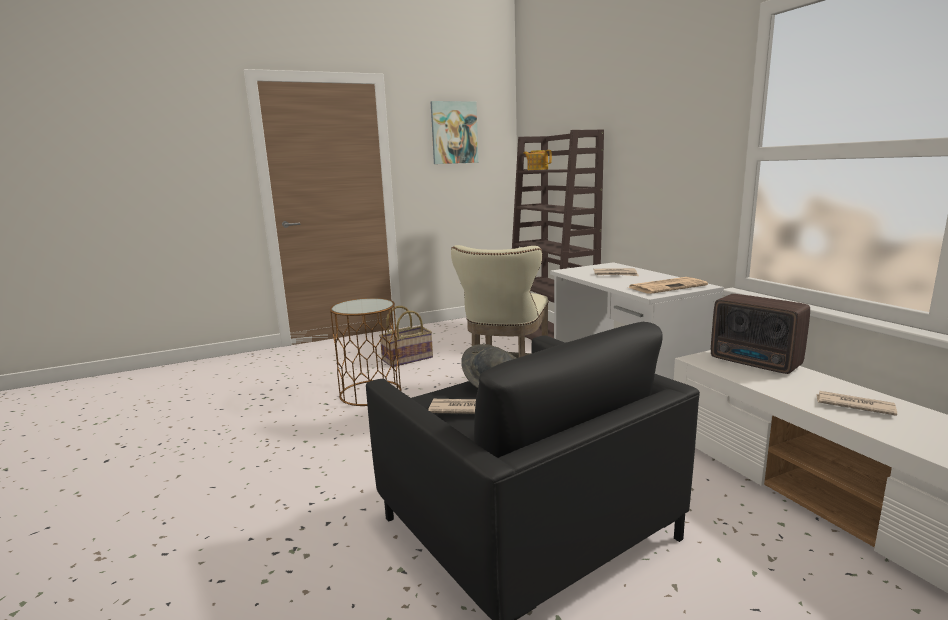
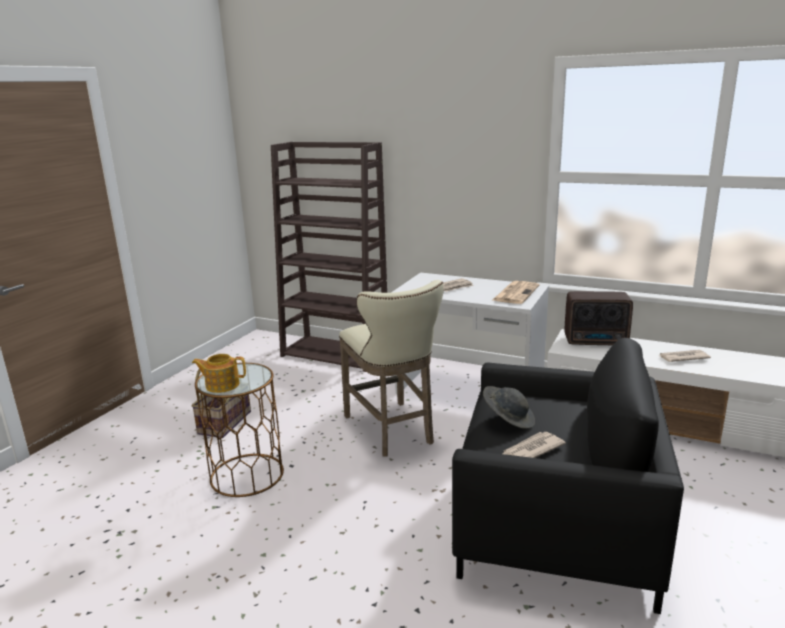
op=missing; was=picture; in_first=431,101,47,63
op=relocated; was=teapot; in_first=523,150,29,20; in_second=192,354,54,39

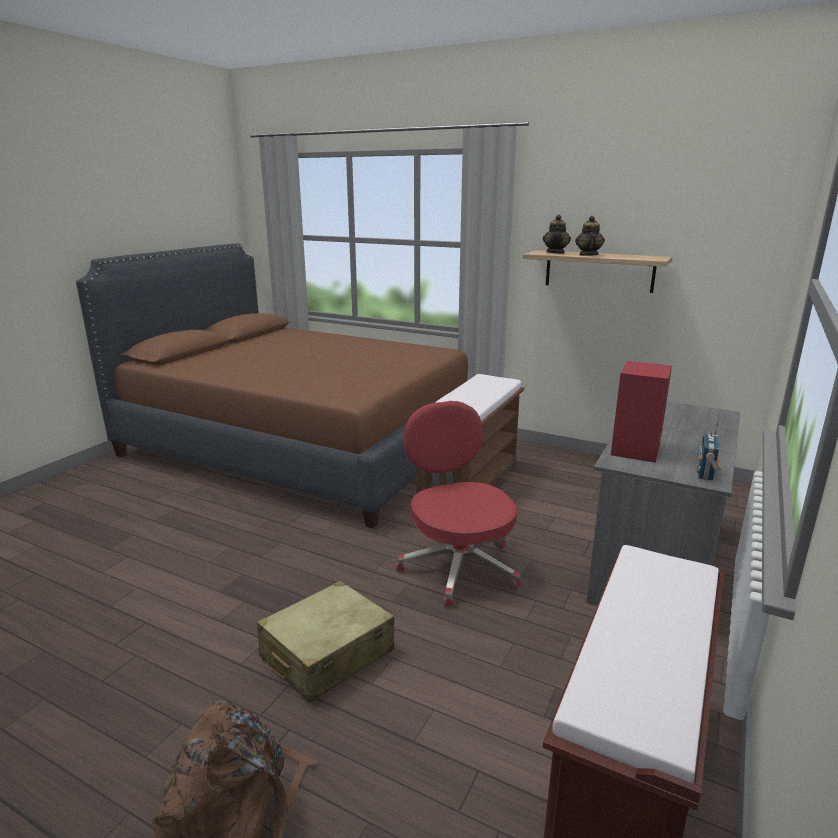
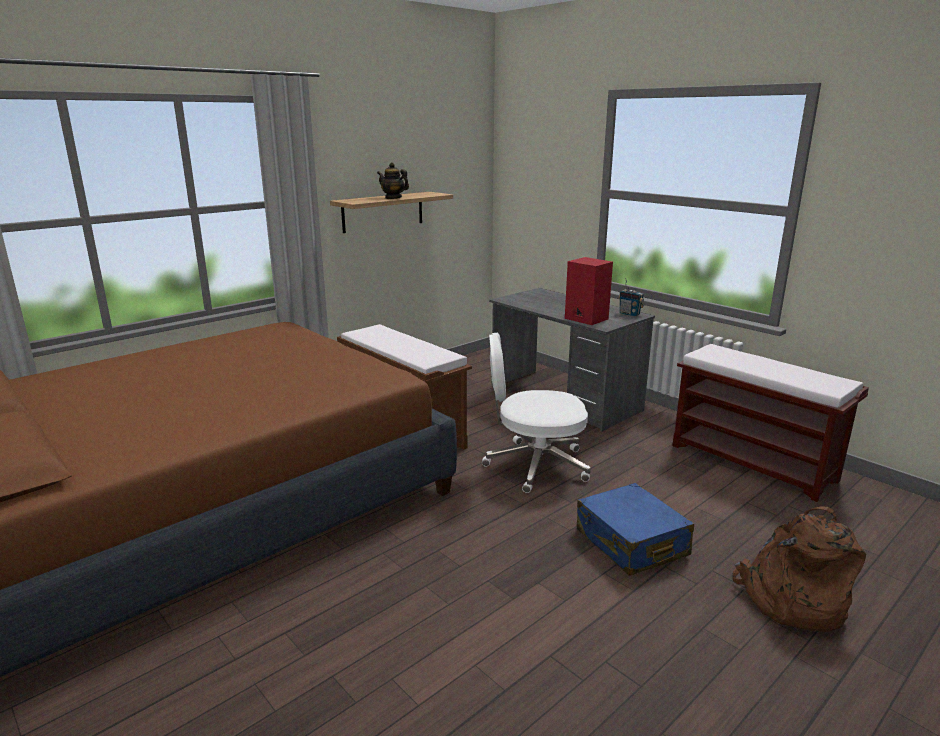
op=missing; was=teapot; in_first=543,215,28,39
op=colour; was=office chair (red); now=office chair (white); in_first=396,401,125,206; in_second=482,333,109,160
op=colour; was=suitcase (beige); now=suitcase (blue); in_first=257,581,138,122; in_second=577,483,117,93

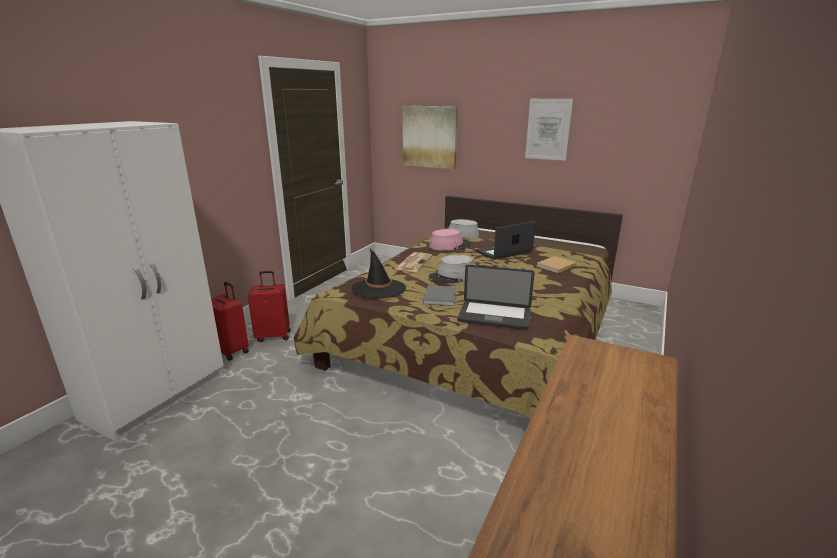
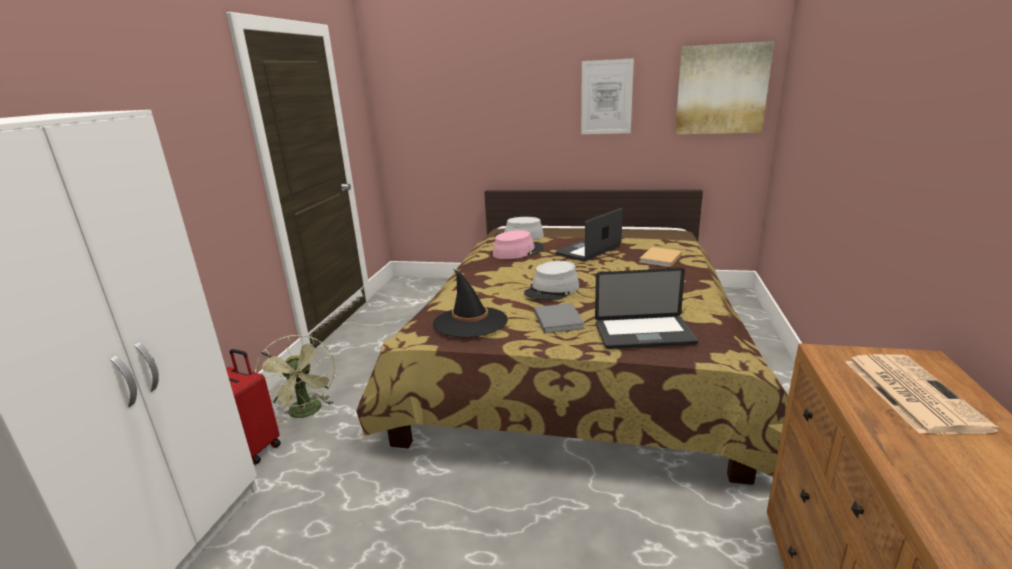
op=relocated; was=picture; in_first=402,106,56,63; in_second=675,41,99,94
op=relocated; was=newspaper; in_first=395,252,38,20; in_second=846,354,153,80
op=exchanged; was=suitcase (red); now=fan (green); in_first=248,271,43,71; in_second=255,335,80,89

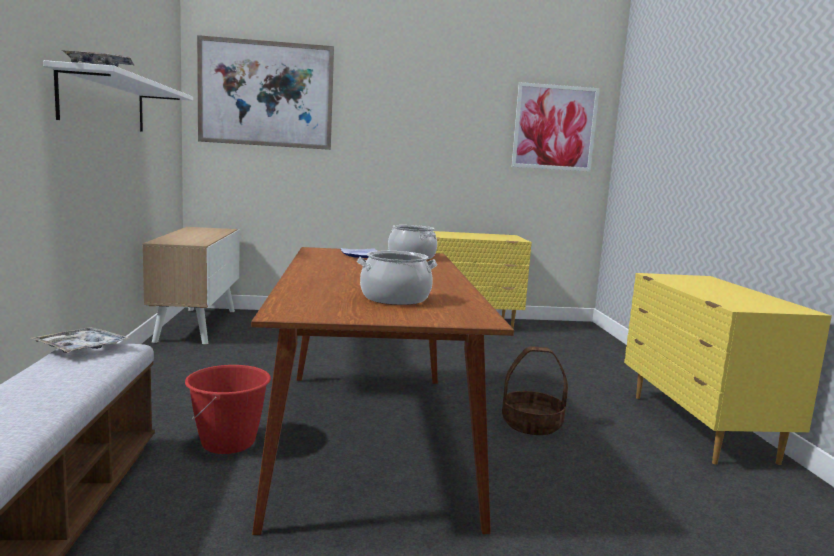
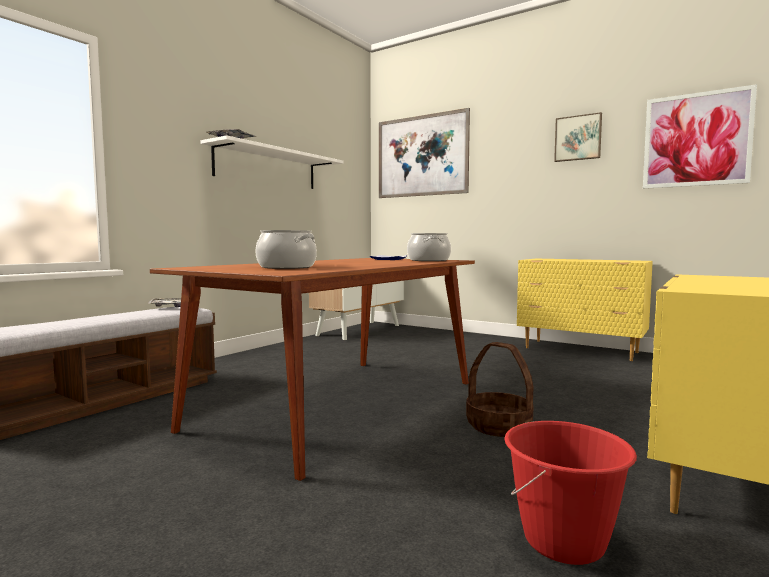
op=relocated; was=bucket (red); in_first=185,365,86,89; in_second=504,421,133,144
op=appeared; now=picture; in_second=554,112,48,50

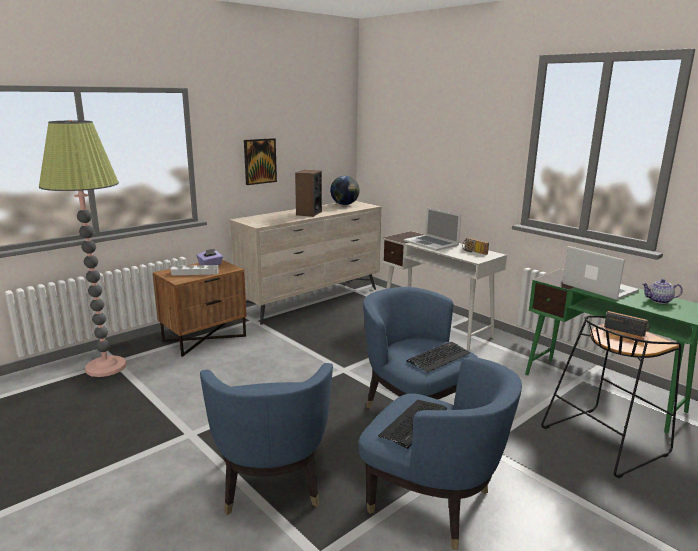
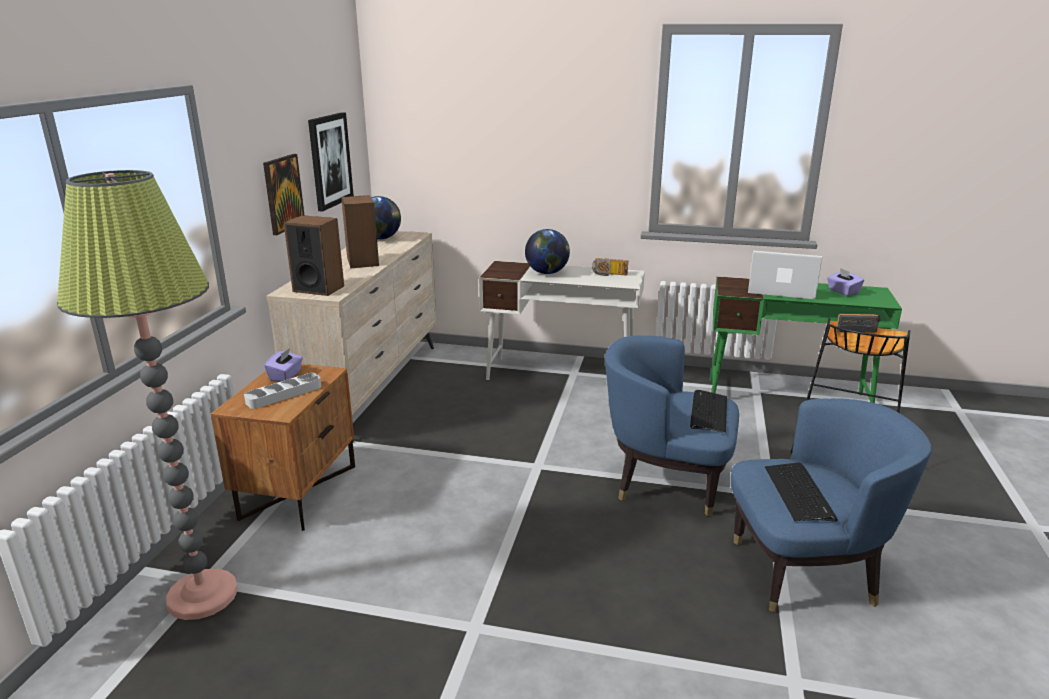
op=exchanged; was=laptop; now=globe; in_first=404,207,57,44; in_second=525,229,45,45
op=exchanged; was=teapot; now=tissue box (purple); in_first=642,279,41,25; in_second=827,268,37,28
op=missing; was=armchair (blue); in_first=200,363,133,152
op=appeared; now=picture; in_second=308,112,46,100
op=appeared; now=speaker; in_second=283,215,61,81

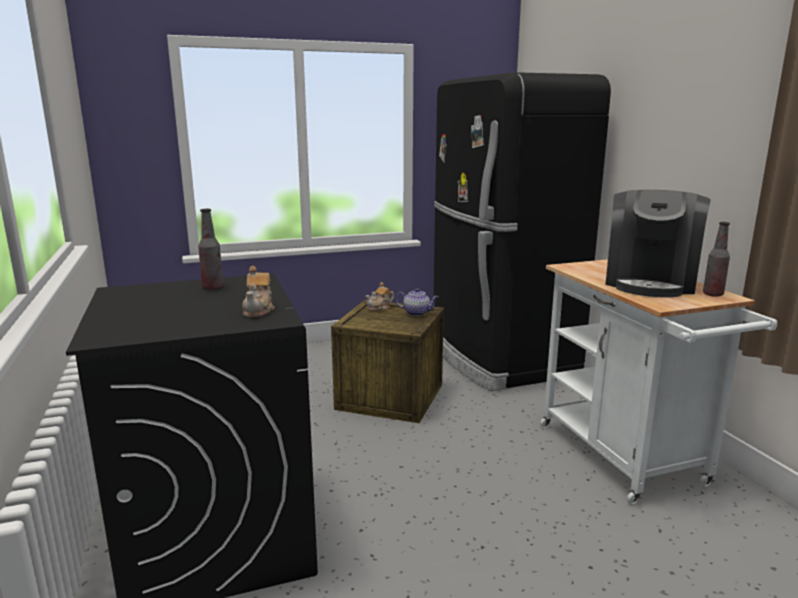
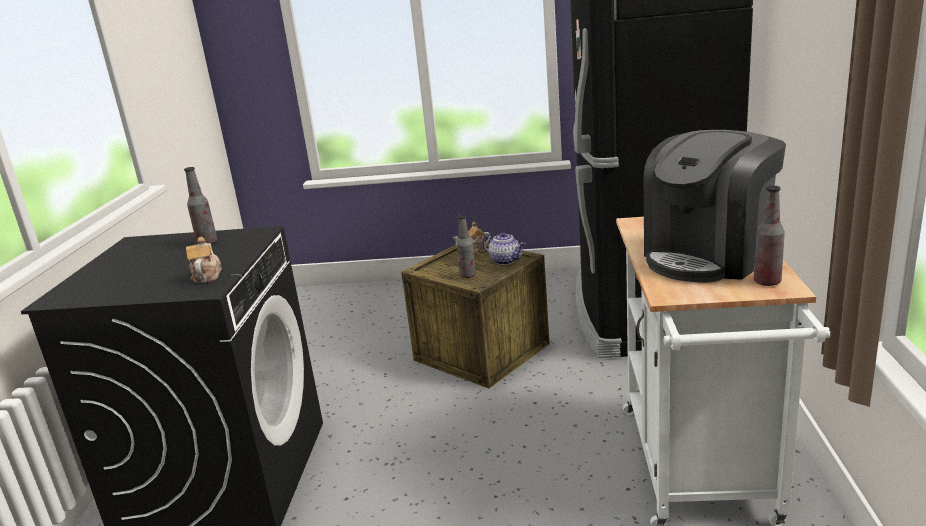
op=spun; was=teapot; in_first=242,266,33,51; in_second=186,237,36,46; clockwise=150
op=appeared; now=bottle; in_second=456,215,20,63

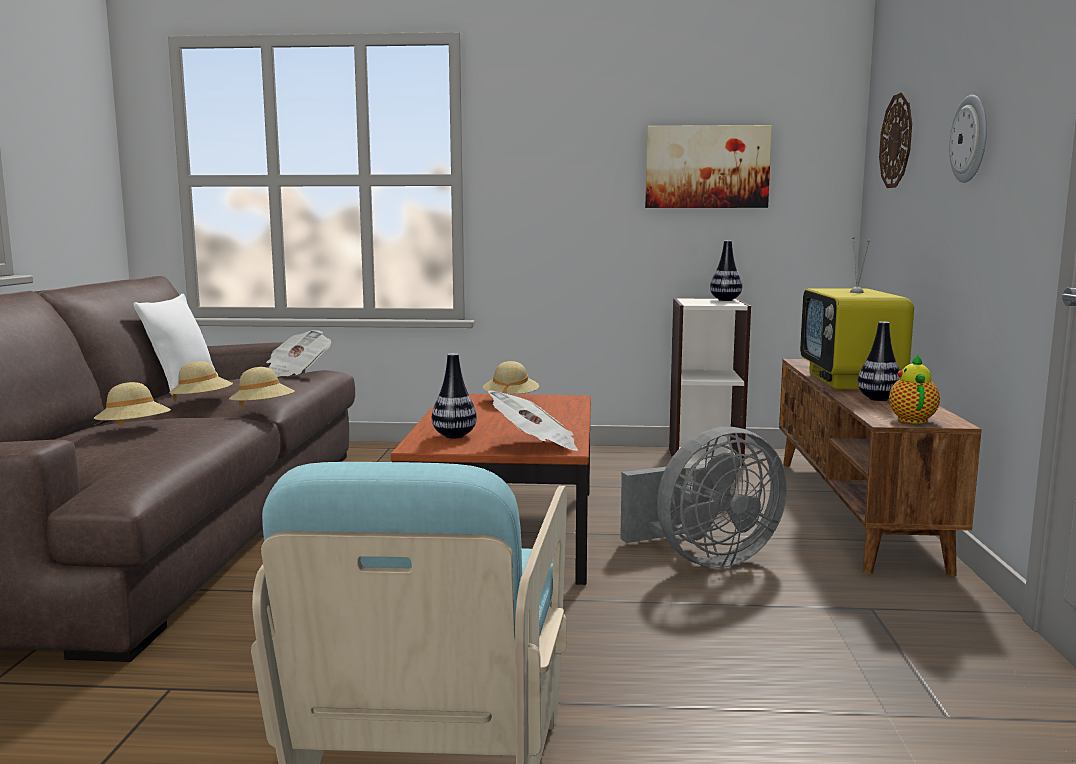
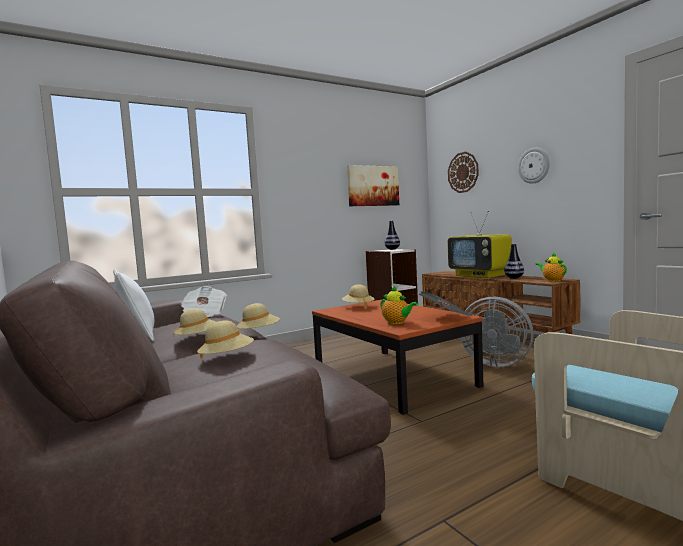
op=exchanged; was=vase; now=teapot; in_first=432,353,45,86; in_second=380,285,39,39
op=spun; was=fan (grey); in_first=620,427,167,141; in_second=460,297,74,70; clockwise=90

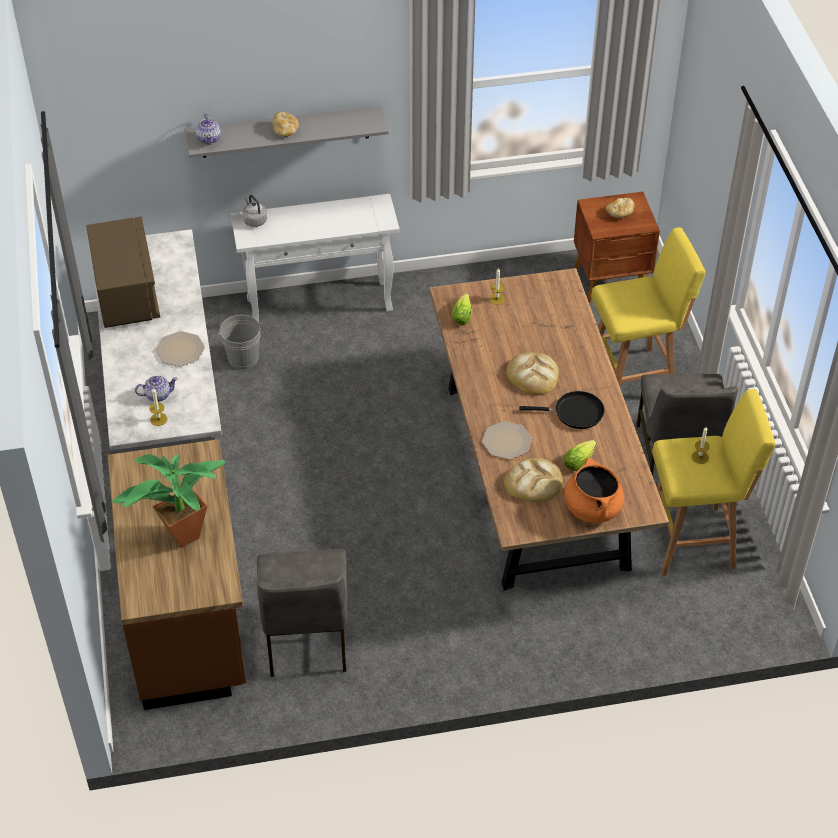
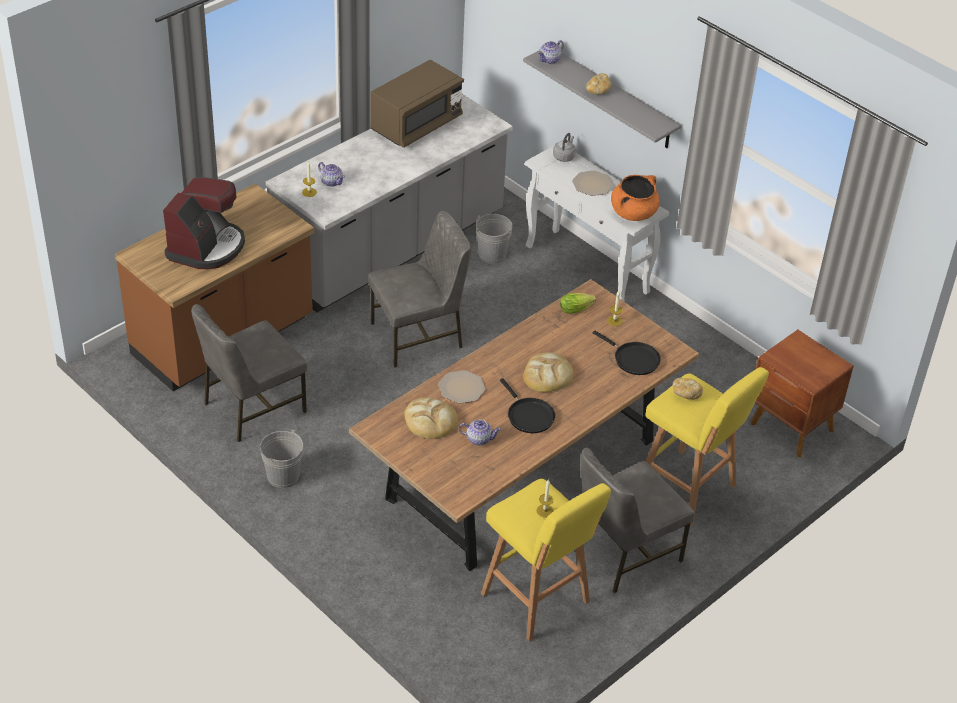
op=relocated; was=bread; in_first=606,198,28,20; in_second=673,378,30,22
op=relocated; was=plate; in_first=155,331,50,36; in_second=572,170,42,26
op=exchanged; was=lettuce; now=teapot; in_first=564,440,32,31; in_second=458,420,43,25
op=exchanged; was=potted plant; now=coffee machine; in_first=112,454,113,94; in_second=163,177,82,92
op=relocated; was=cooking pot (orange); in_first=564,458,60,65; in_second=611,175,49,46
op=appeared; now=chair (grey); in_second=368,211,103,156
op=appeared; now=frying pan (black); in_second=592,331,69,44
op=appeared; now=bucket (grey); in_second=260,430,43,58

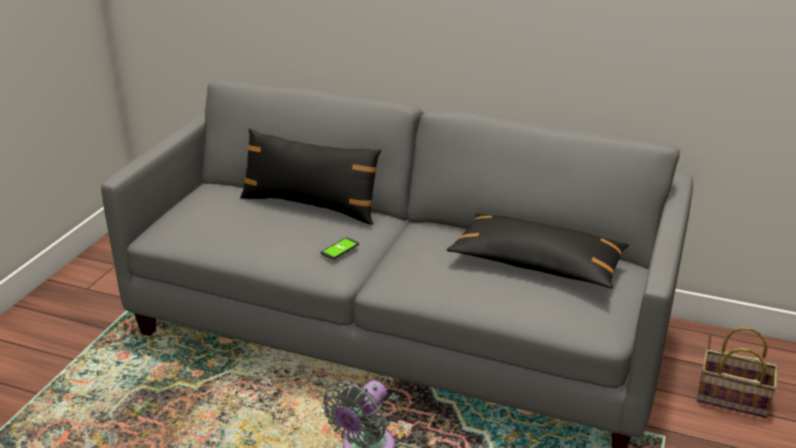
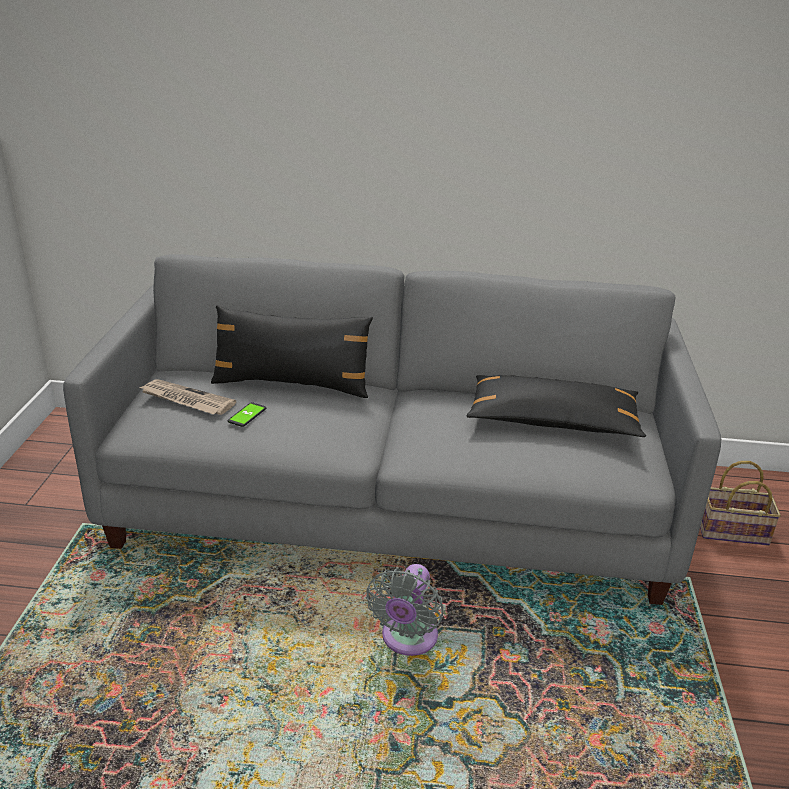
op=relocated; was=phone; in_first=320,237,39,23; in_second=227,402,39,25
op=appeared; now=newspaper; in_second=139,379,97,36

